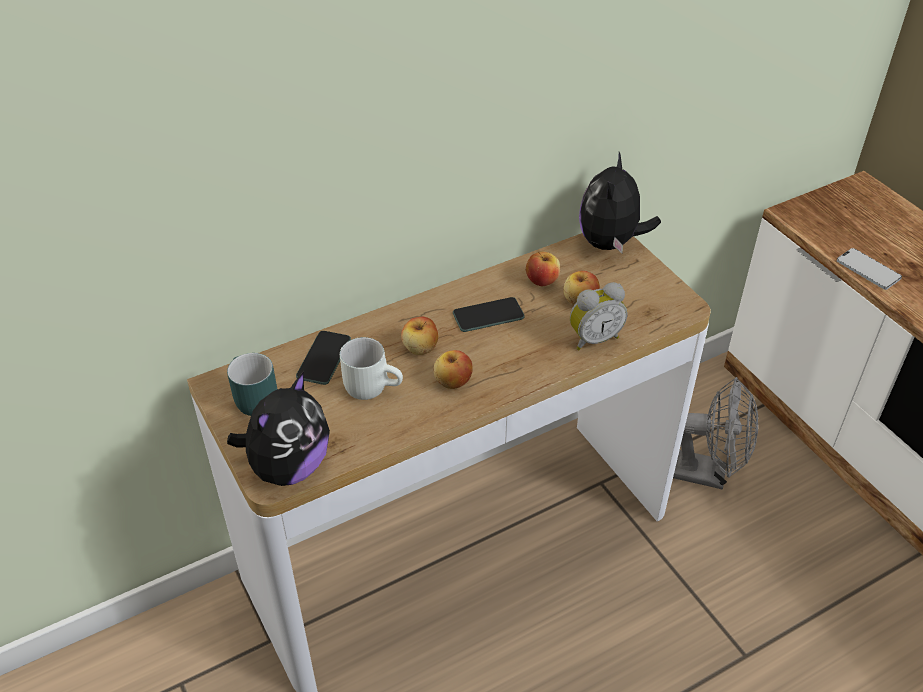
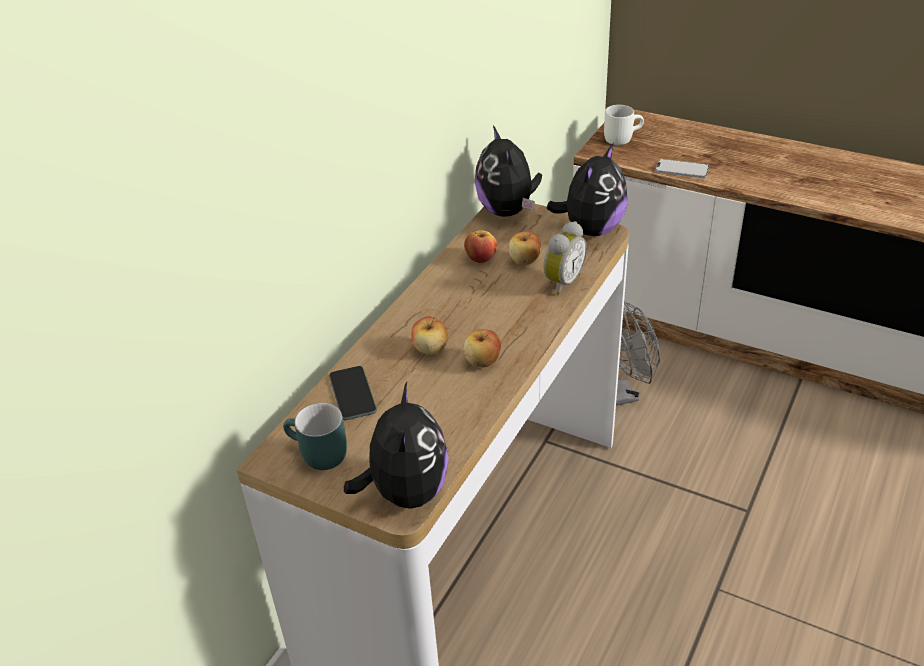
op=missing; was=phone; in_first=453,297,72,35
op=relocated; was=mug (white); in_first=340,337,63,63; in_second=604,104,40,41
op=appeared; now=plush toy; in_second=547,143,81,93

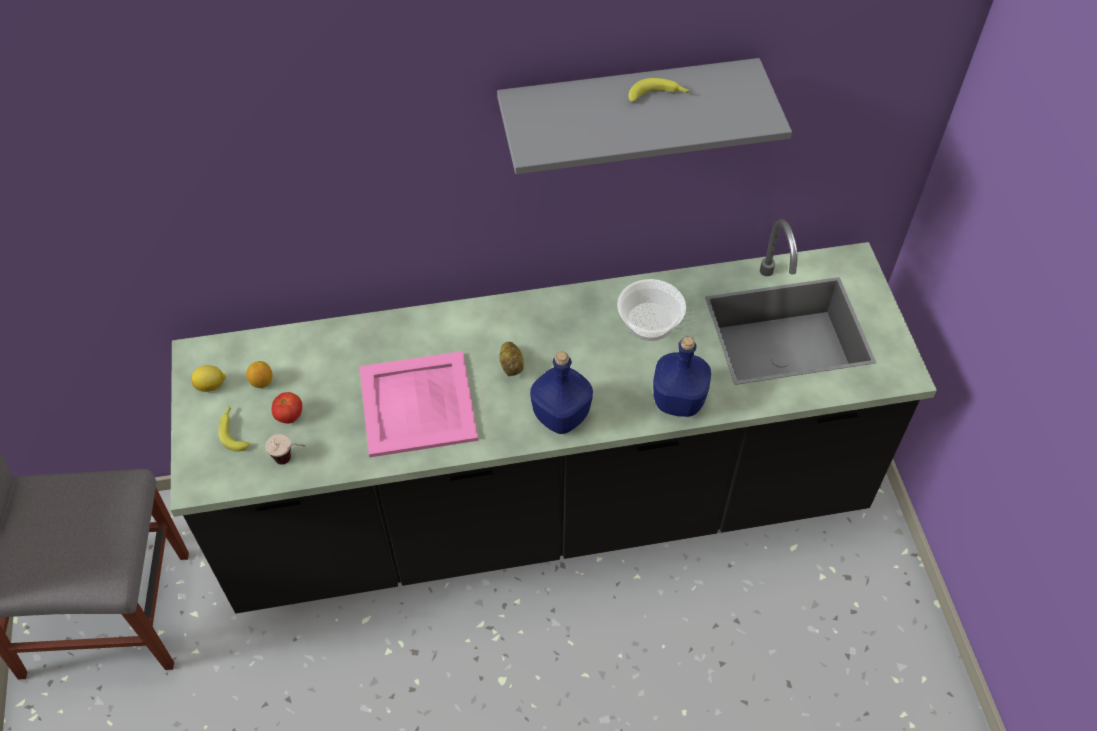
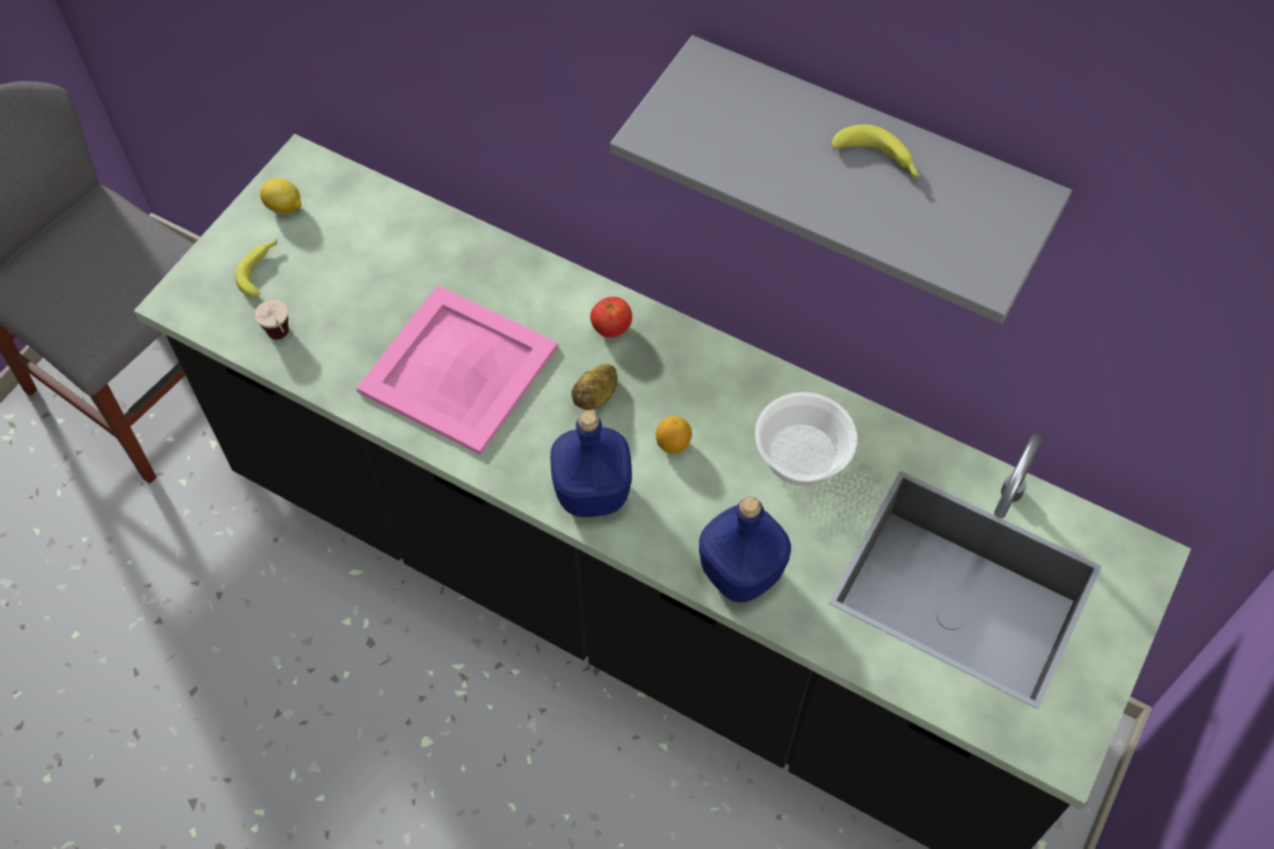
op=relocated; was=lemon; in_first=246,361,26,27; in_second=656,416,36,38
op=relocated; was=tomato; in_first=271,392,31,32; in_second=590,297,42,41

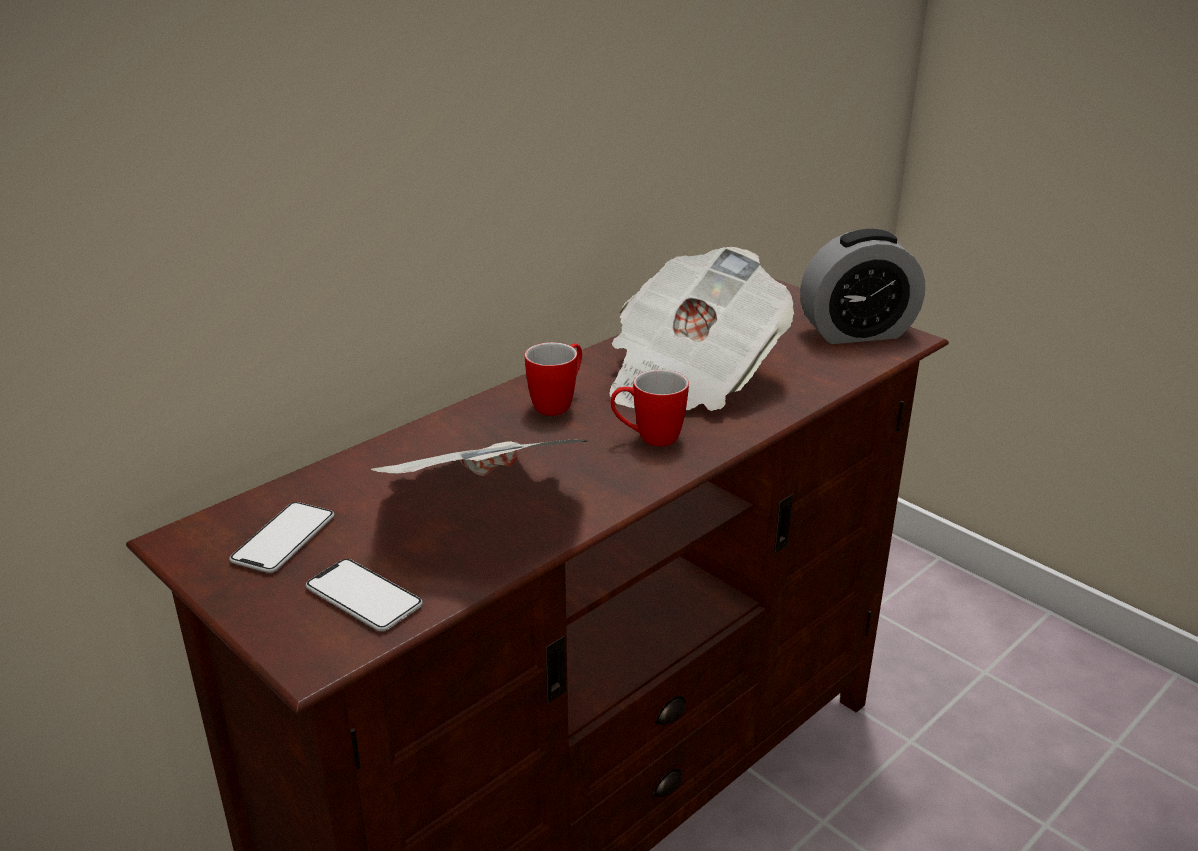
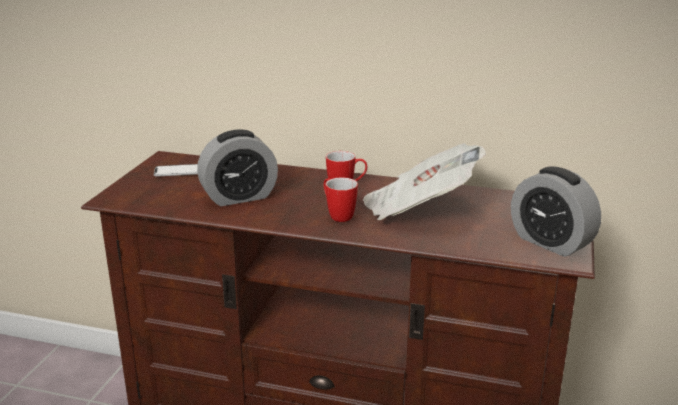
op=exchanged; was=newspaper; now=alarm clock; in_first=371,439,218,37; in_second=197,129,81,77
op=missing; was=phone; in_first=306,559,117,72

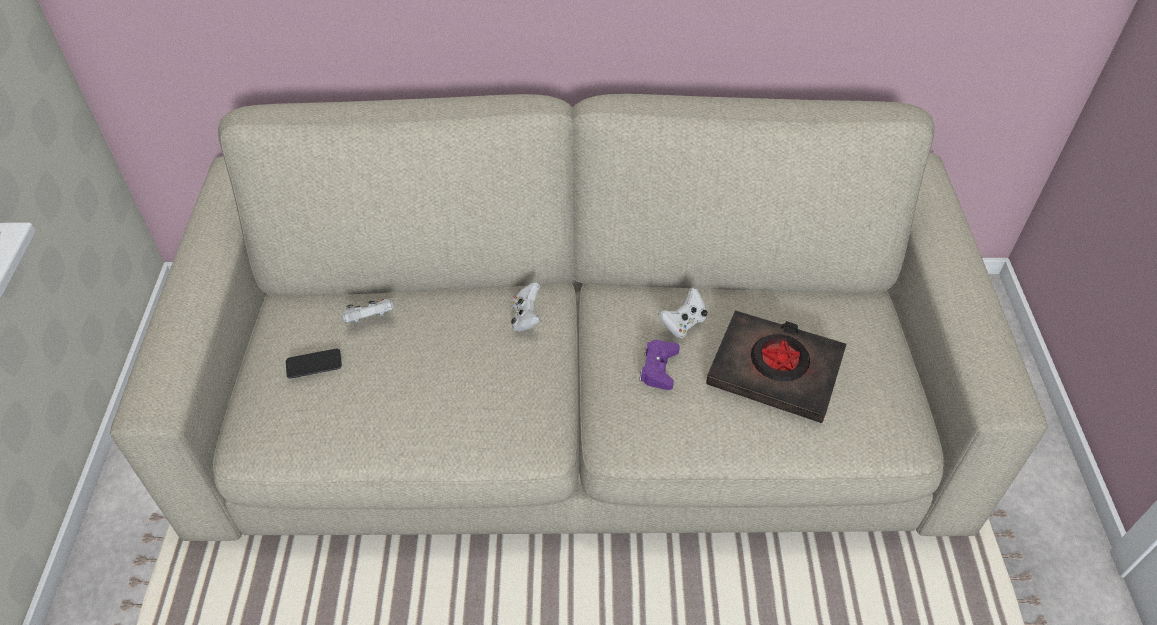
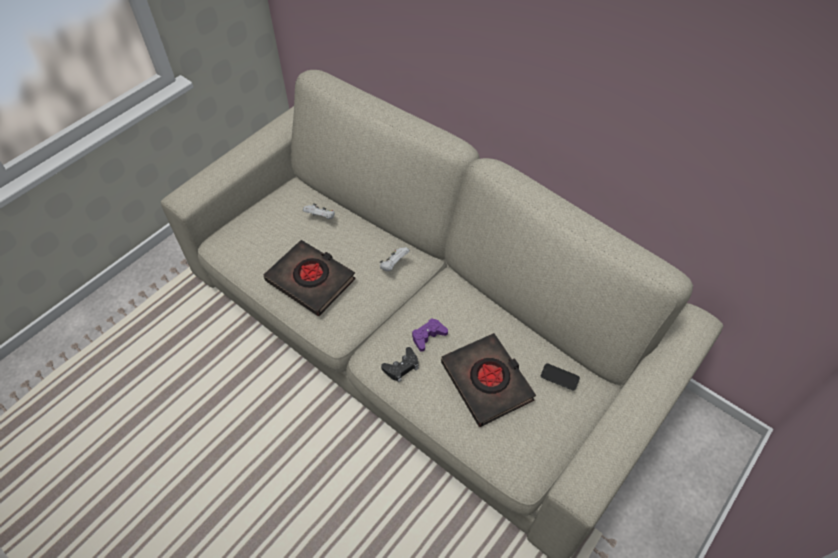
op=missing; was=game controller (white); in_first=659,287,48,51
op=relocated; was=phone; in_first=286,349,56,30; in_second=541,363,39,28
op=appeared; now=book (black); in_second=264,240,92,76
op=appeared; now=game controller (black); in_second=381,347,38,35

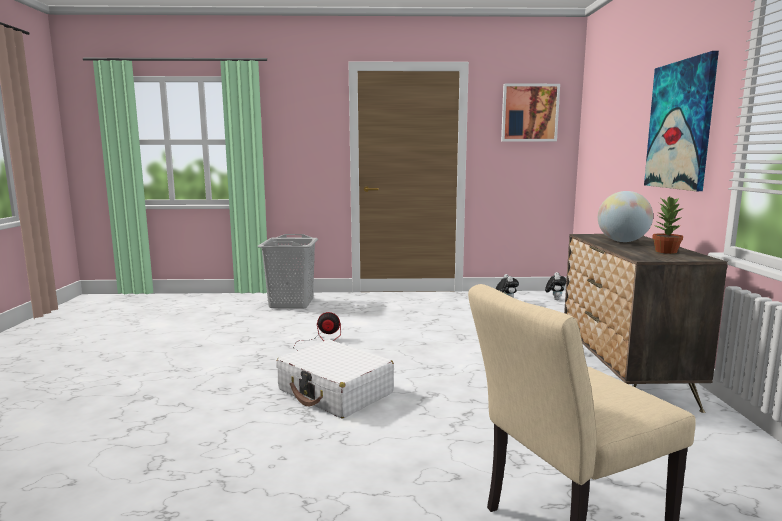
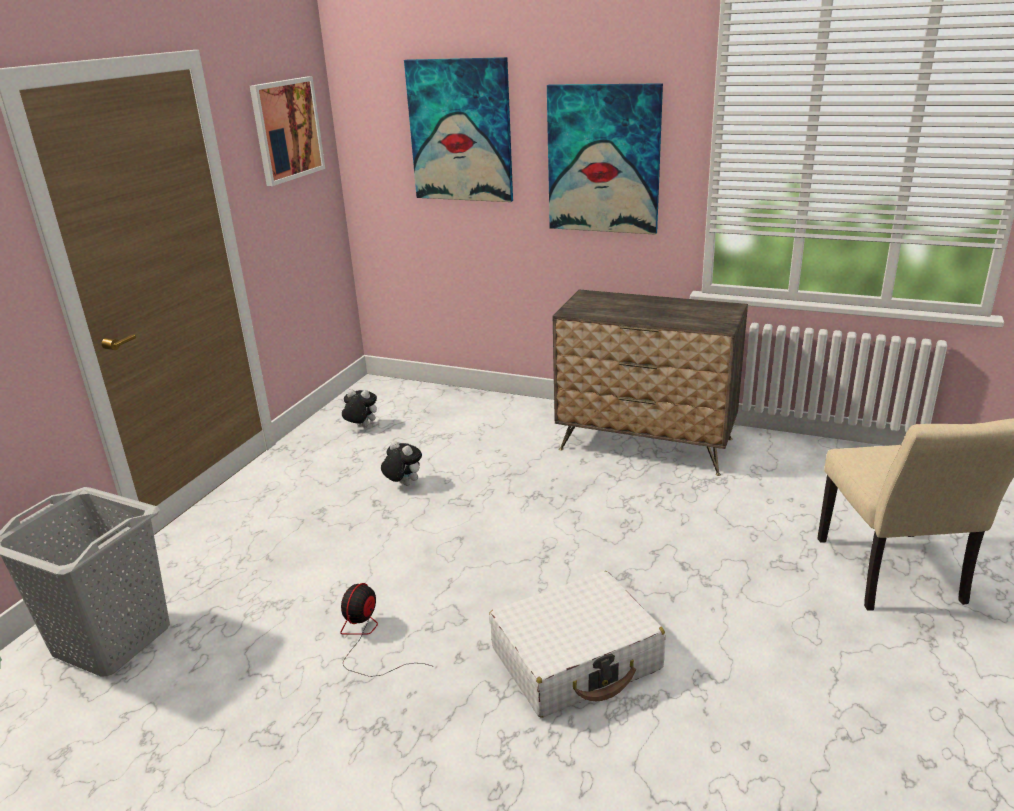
op=missing; was=globe; in_first=598,191,55,51
op=missing; was=potted plant; in_first=652,196,31,58
op=relocated; was=plush toy; in_first=545,272,21,28; in_second=381,441,41,45
op=appeared; now=picture; in_second=404,57,109,145

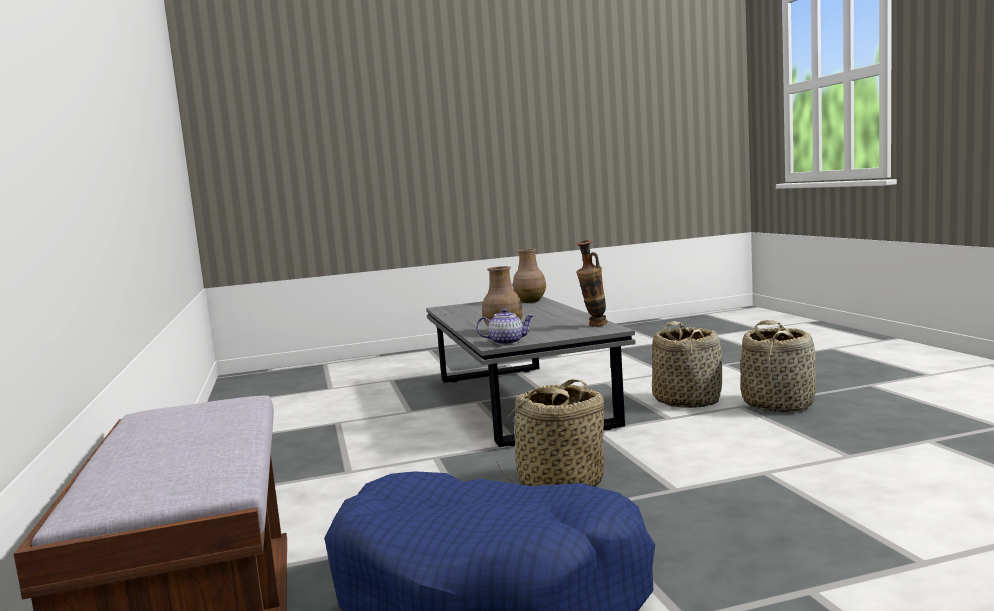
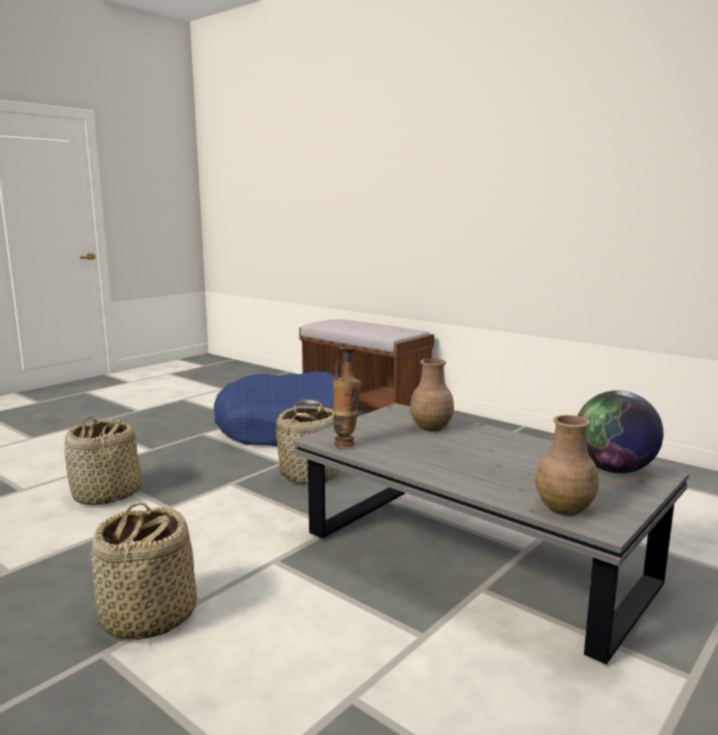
op=missing; was=teapot; in_first=476,308,58,37
op=relocated; was=basket; in_first=652,321,70,87; in_second=64,417,78,88
op=appeared; now=globe; in_second=578,390,86,84

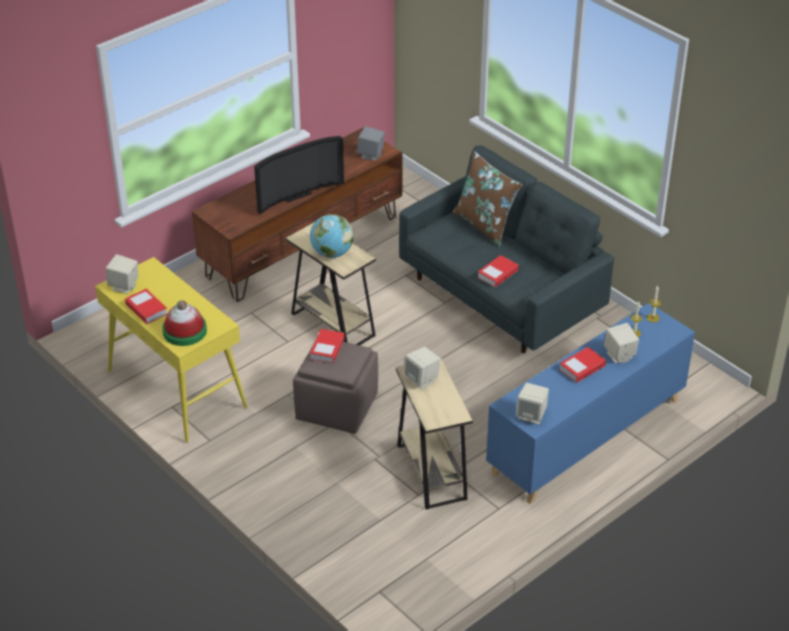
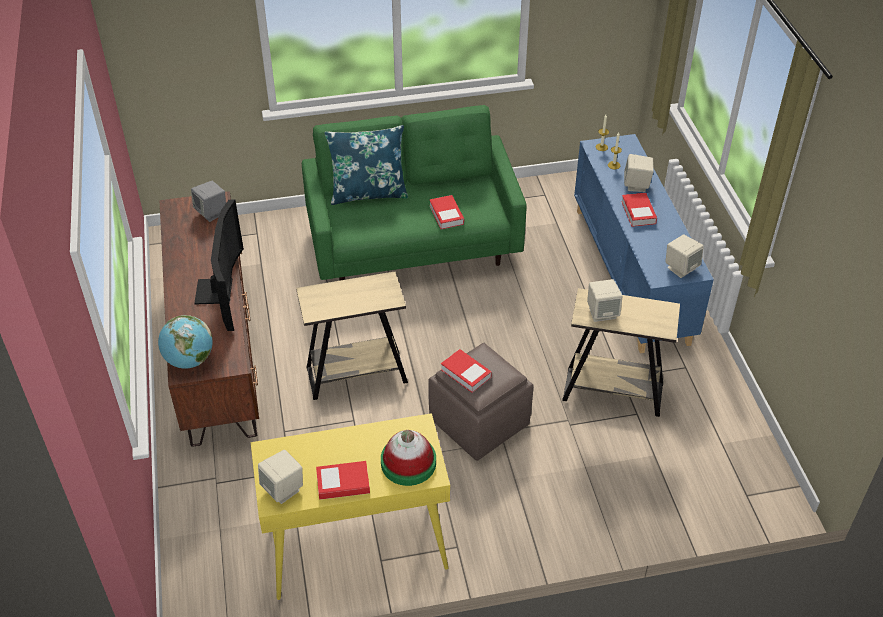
op=colour; was=sofa (grey); now=sofa (green); in_first=399,145,215,208; in_second=302,105,225,176
op=colour; was=pillow (brown); now=pillow (blue); in_first=453,151,69,96; in_second=324,125,84,80
op=relocated; was=globe; in_first=310,214,44,44; in_second=158,315,55,54

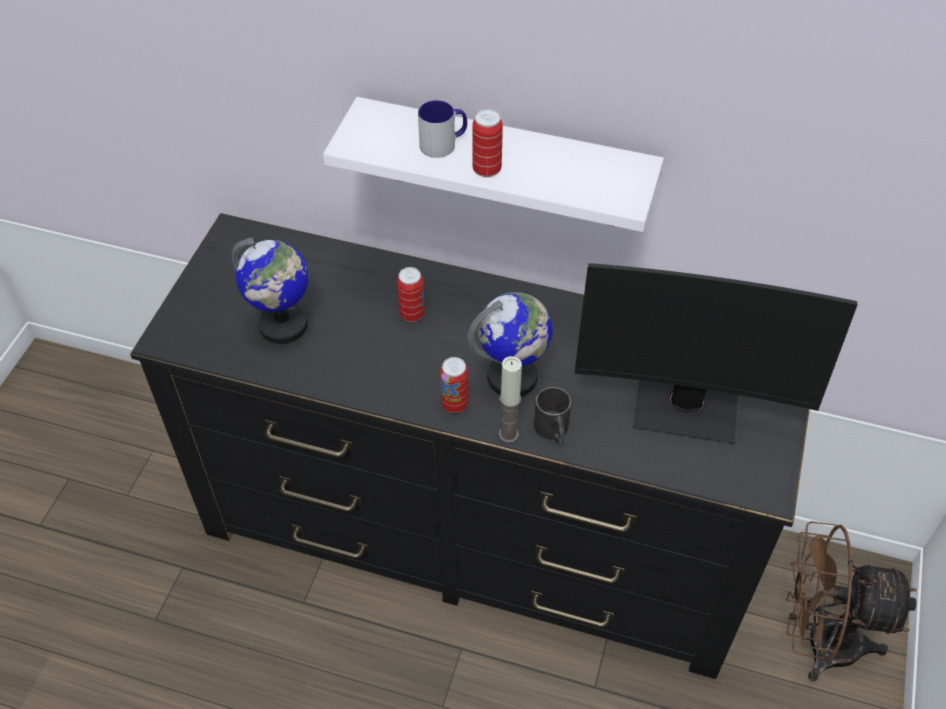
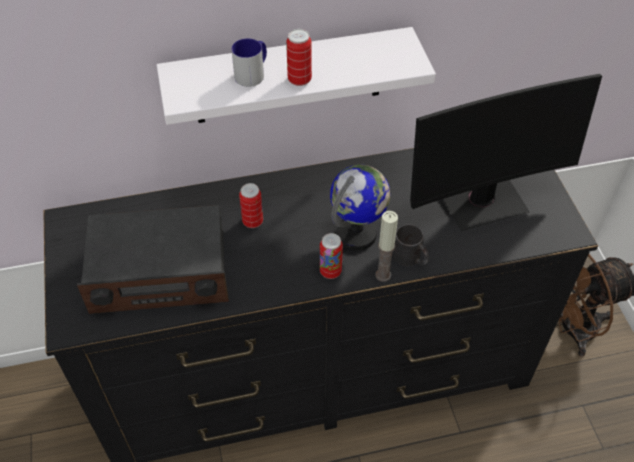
op=exchanged; was=globe; now=radio; in_first=232,238,77,106; in_second=77,205,152,109

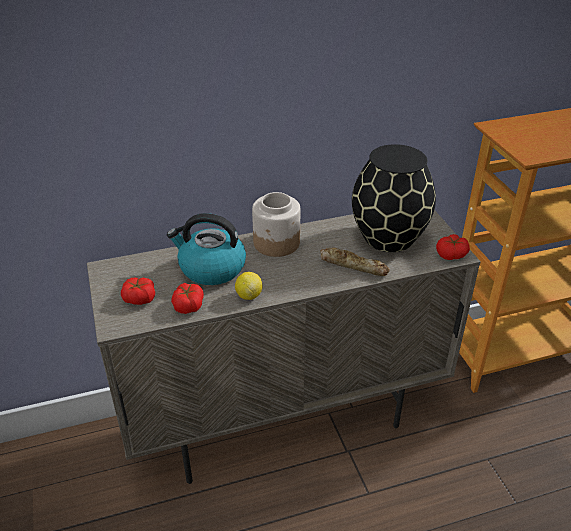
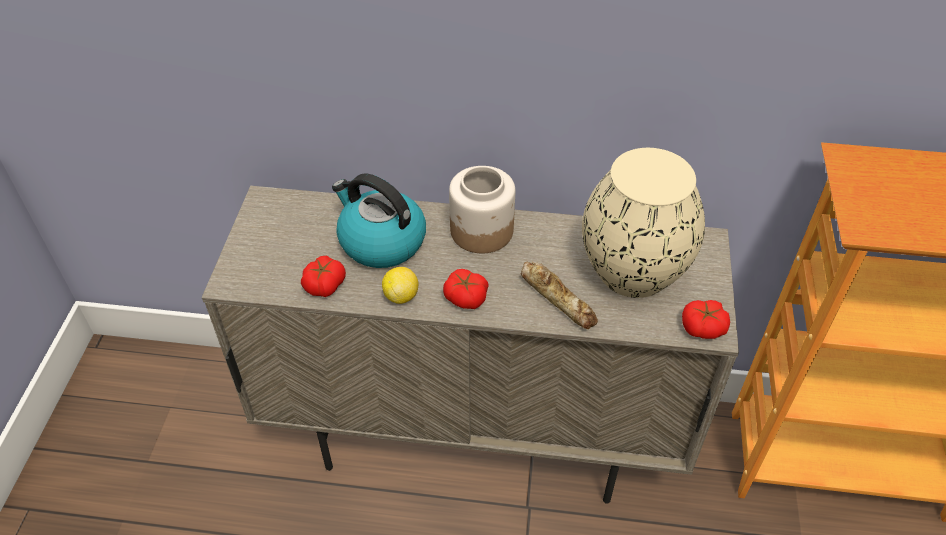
op=colour; was=vase (black); now=vase (beige); in_first=352,144,84,108; in_second=582,148,123,150
op=relocated; was=tomato; in_first=121,278,34,27; in_second=443,269,46,40

